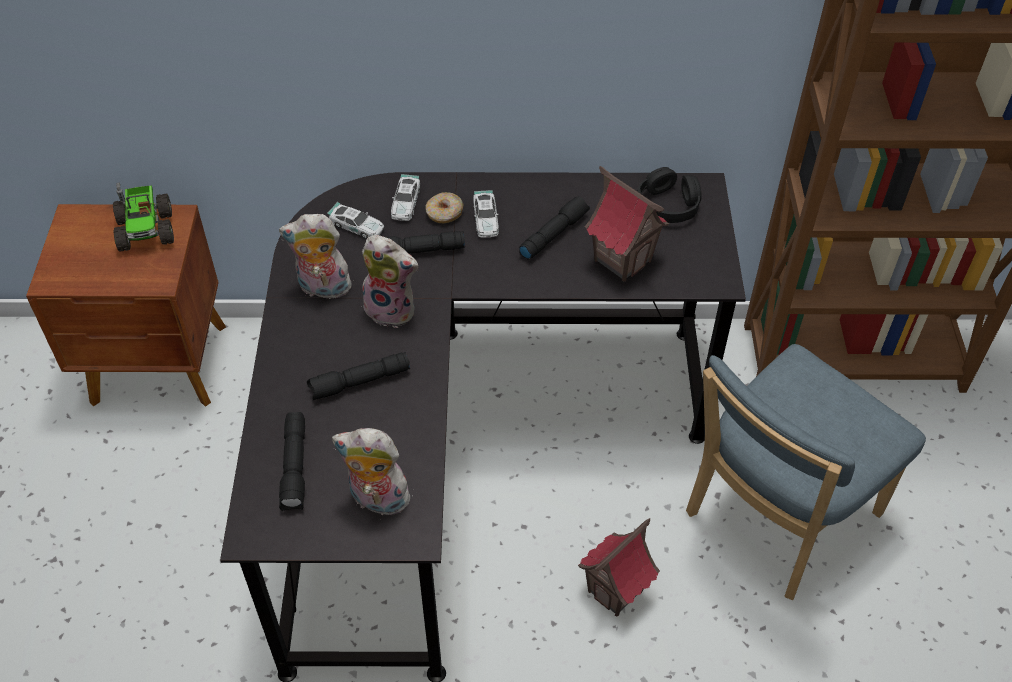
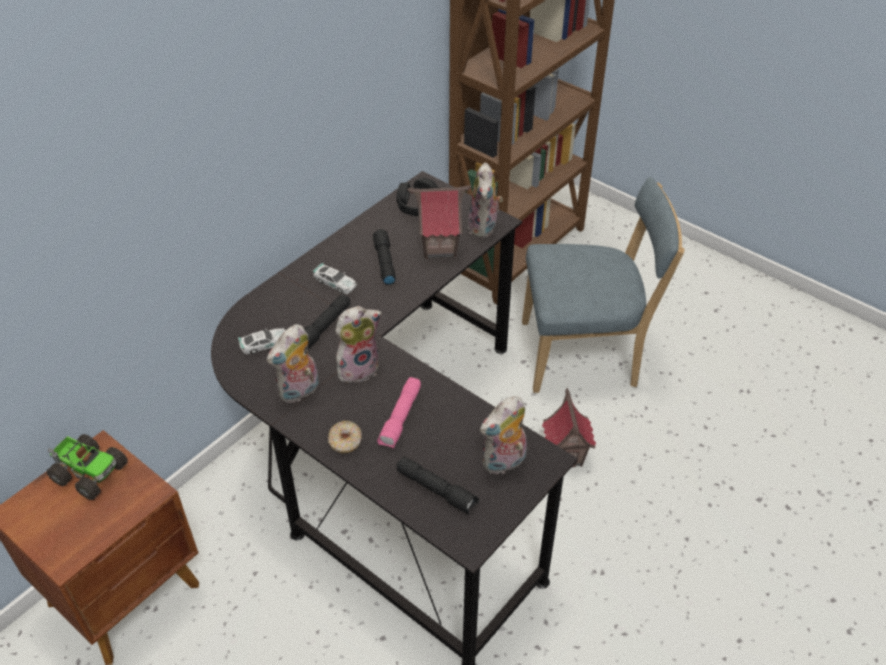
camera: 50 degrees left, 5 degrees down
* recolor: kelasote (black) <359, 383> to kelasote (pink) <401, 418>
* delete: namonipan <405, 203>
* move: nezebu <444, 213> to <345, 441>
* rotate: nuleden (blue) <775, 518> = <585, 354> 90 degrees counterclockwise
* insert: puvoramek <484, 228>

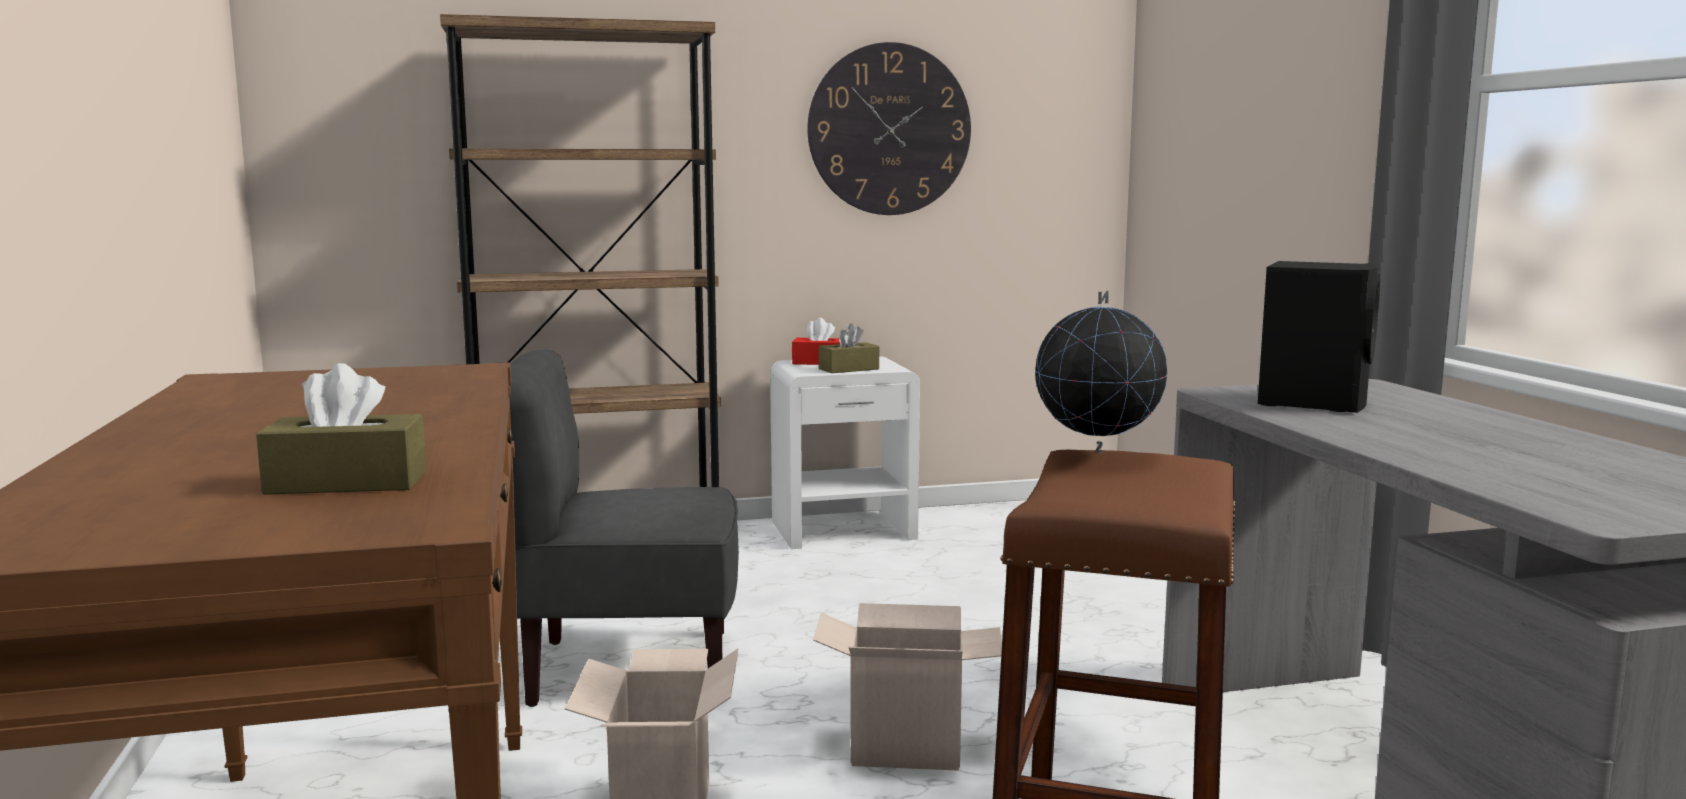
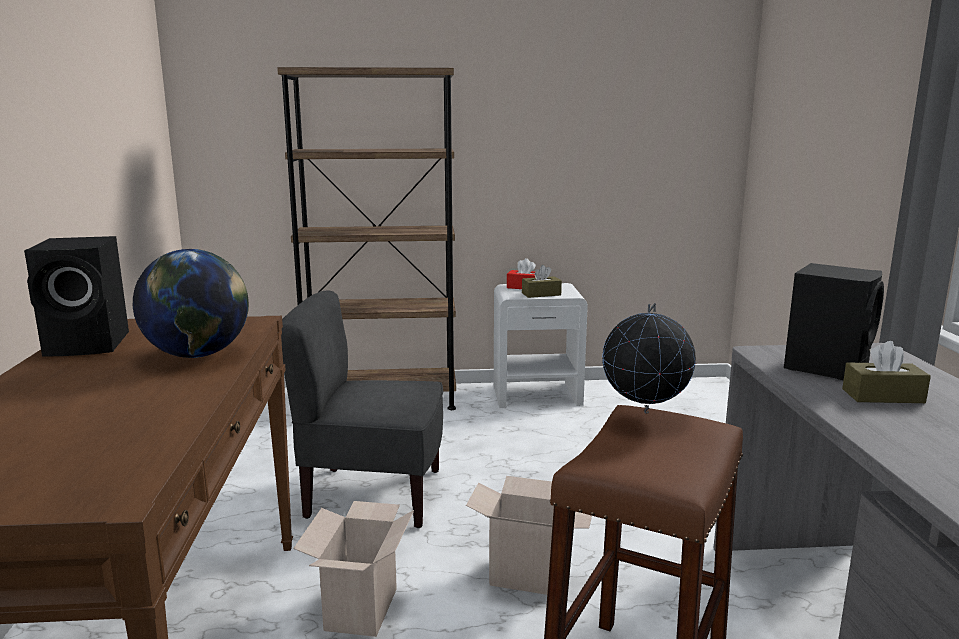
camera: 10 degrees right, 5 degrees up
* move: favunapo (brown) <346, 482> to <883, 396>
* delete: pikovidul <889, 129>
* insert: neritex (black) <91, 344>
* insert: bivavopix <198, 355>

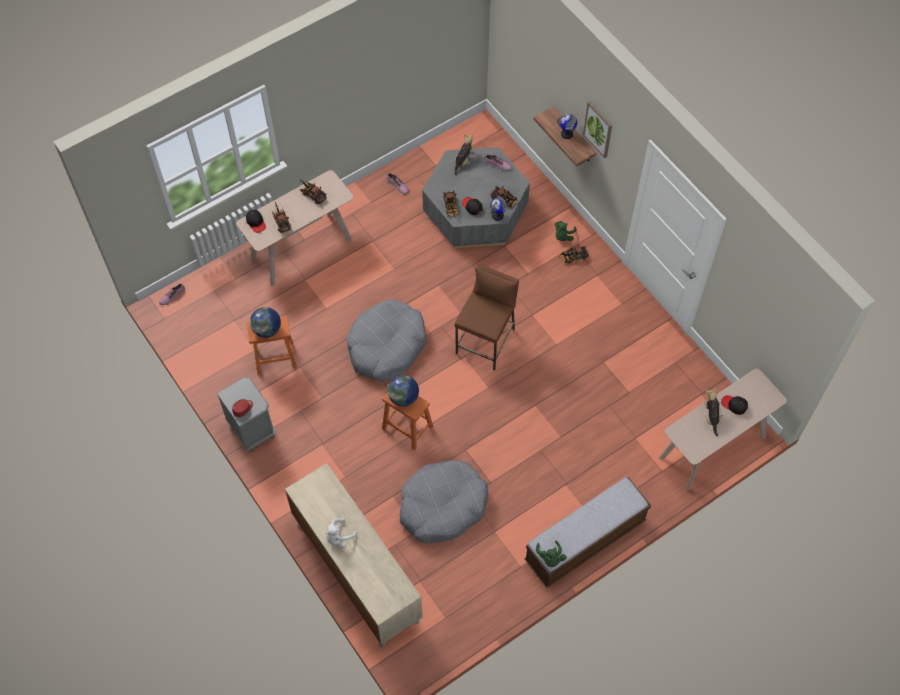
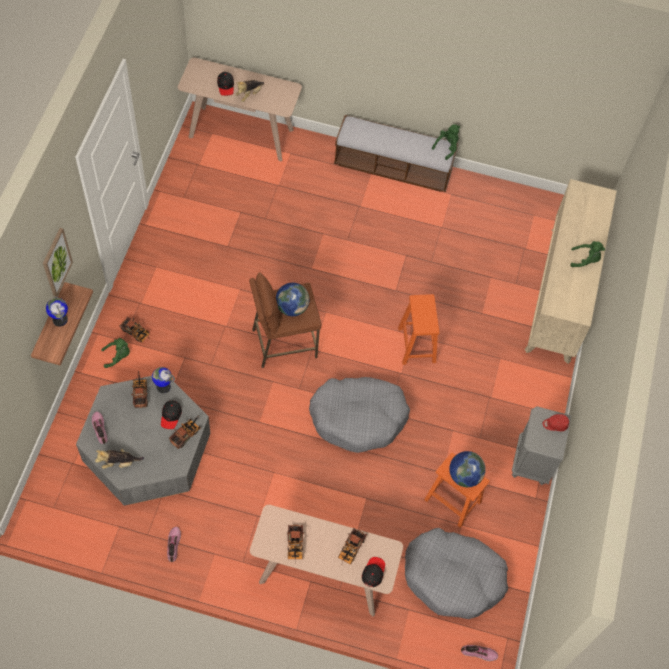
camera: 135 degrees left, 0 degrees up
* recolor: puvoramek (white) <339, 537> to puvoramek (green) <585, 260>
* move: bivavopix <403, 397> to <292, 307>
* move: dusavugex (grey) <442, 506> to <453, 577>

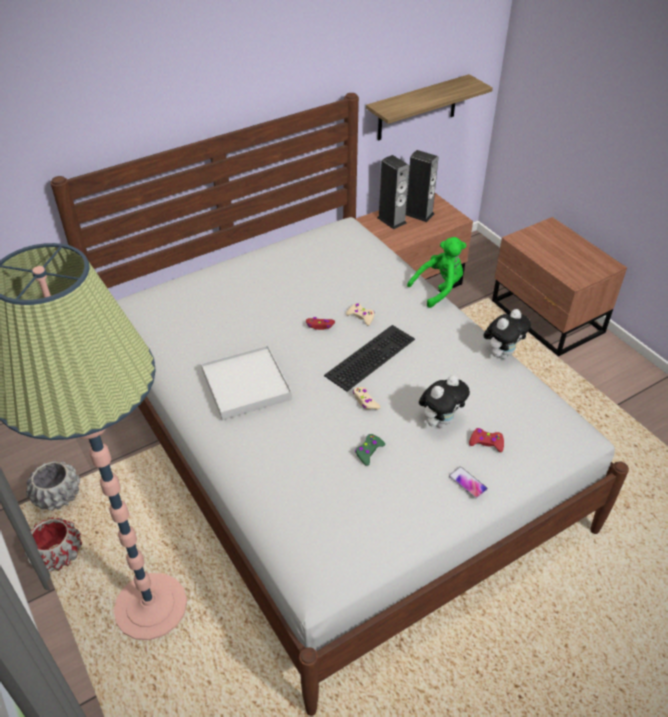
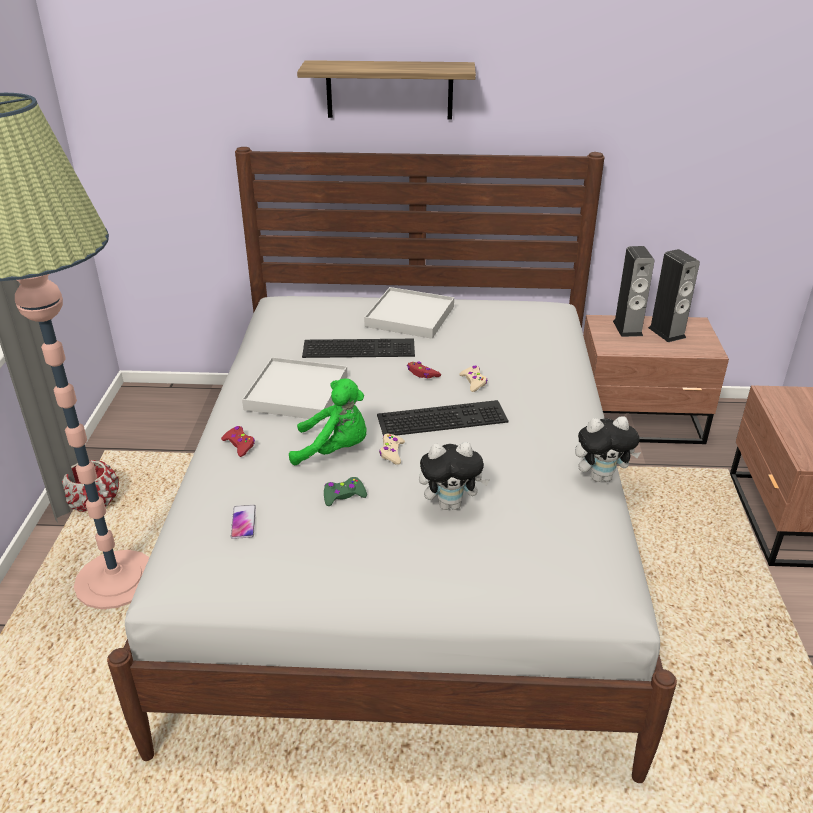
camera: 35 degrees right, 10 degrees down
* delete: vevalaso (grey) <57, 496>
* move: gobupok <417, 108> to <389, 90>
* move: puvoramek (green) <439, 289> to <334, 450>
* move: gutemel <468, 483> to <243, 522>
* move: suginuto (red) <486, 443> to <239, 445>
* insert: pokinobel <360, 347>
* insert: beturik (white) <410, 316>

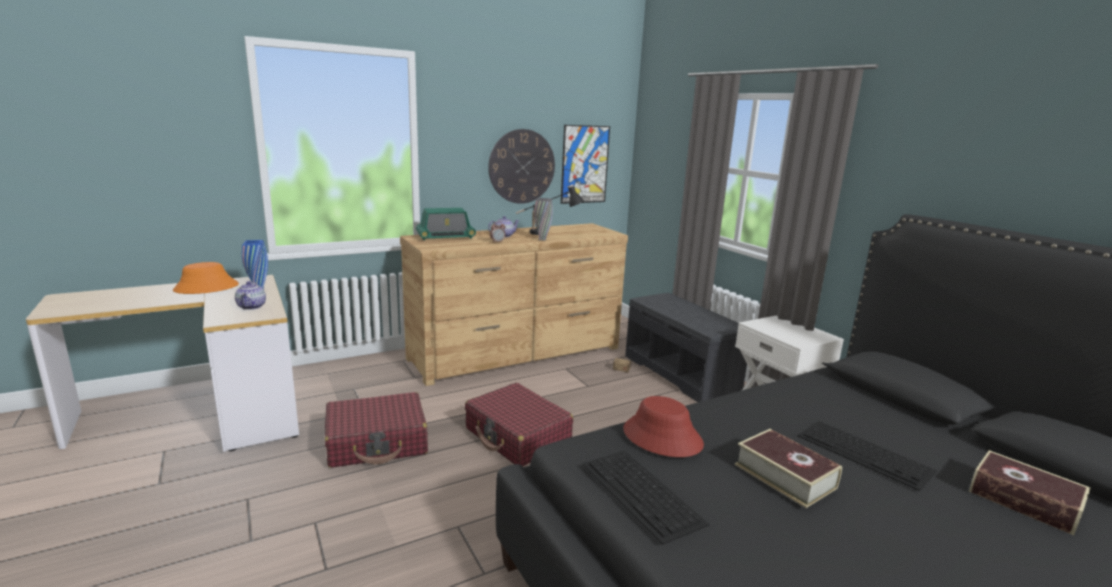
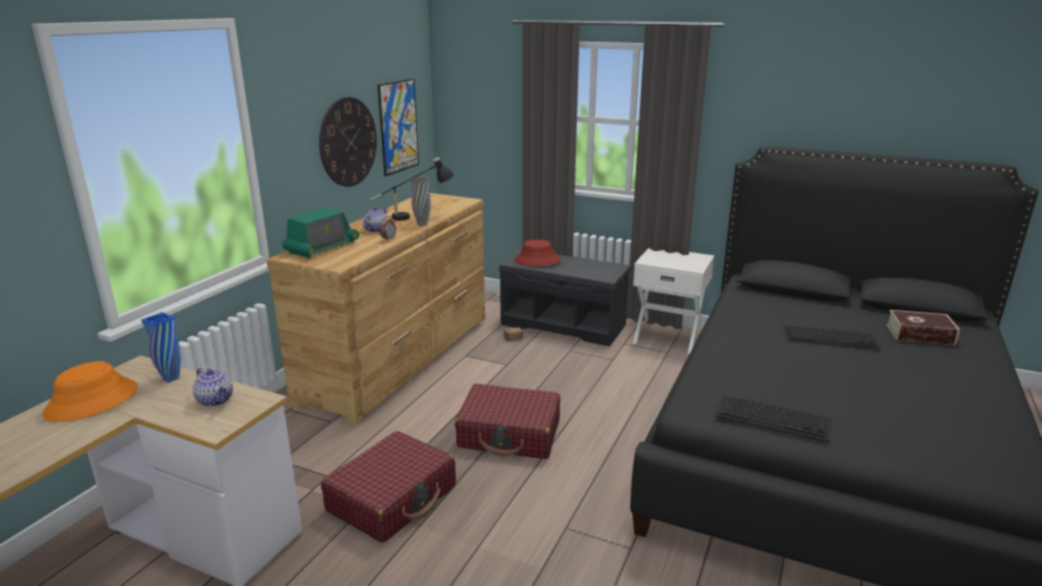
camera: 35 degrees left, 5 degrees up
* move: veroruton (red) <661, 437> to <537, 261>
* delete: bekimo <784, 476>

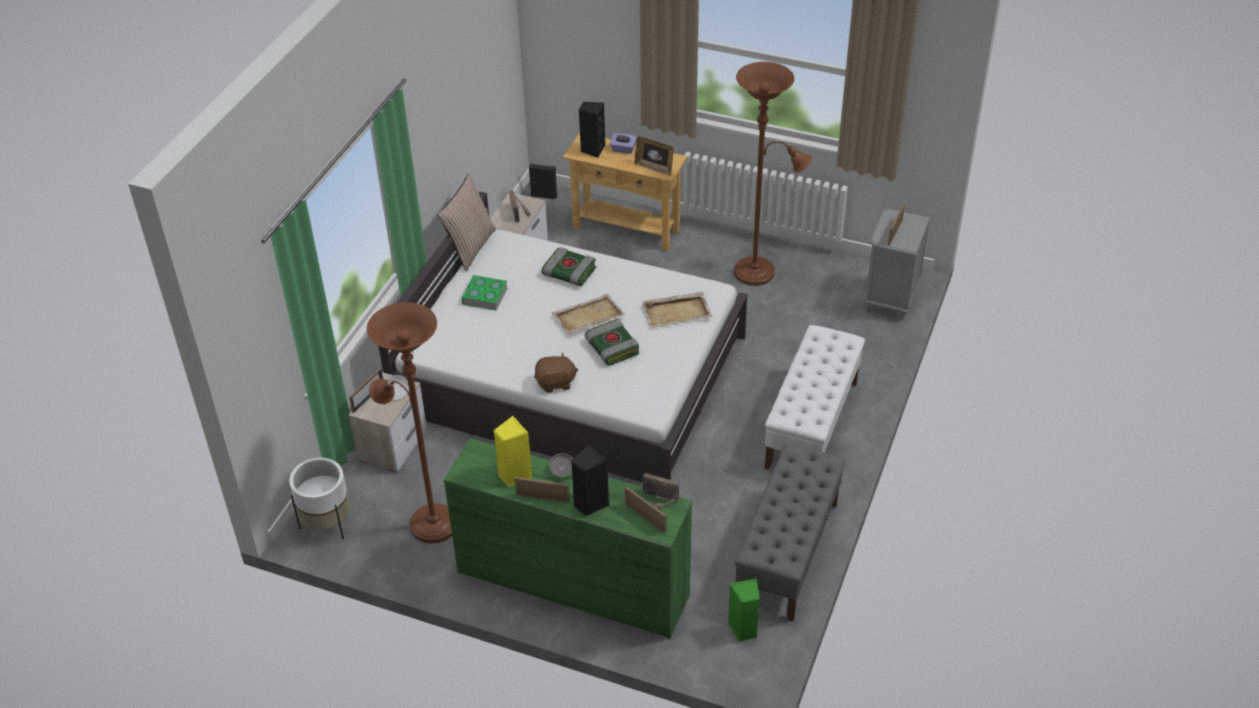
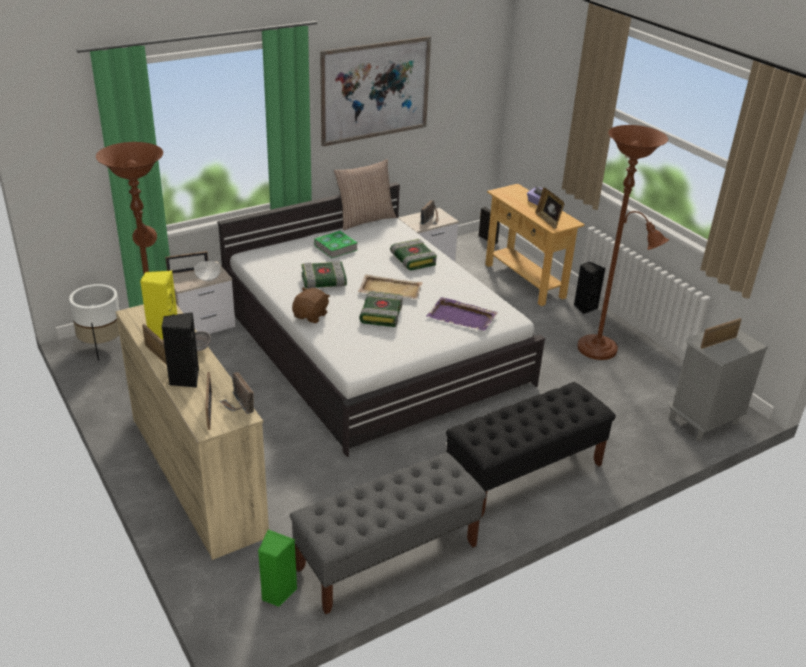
camera: 35 degrees right, 10 degrees down
* recolor: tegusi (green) <572, 583> to tegusi (beige) <197, 474>
* rotate: puvoramek (brown) <555, 383> = <311, 316> 90 degrees counterclockwise
* move: neritex (black) <592, 150> to <584, 307>
* recolor: beturik (beige) <677, 312> to beturik (purple) <462, 317>
* recolor: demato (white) <812, 425> to demato (black) <524, 474>
* insert: bekimo <323, 281>
* insert: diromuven <375, 90>

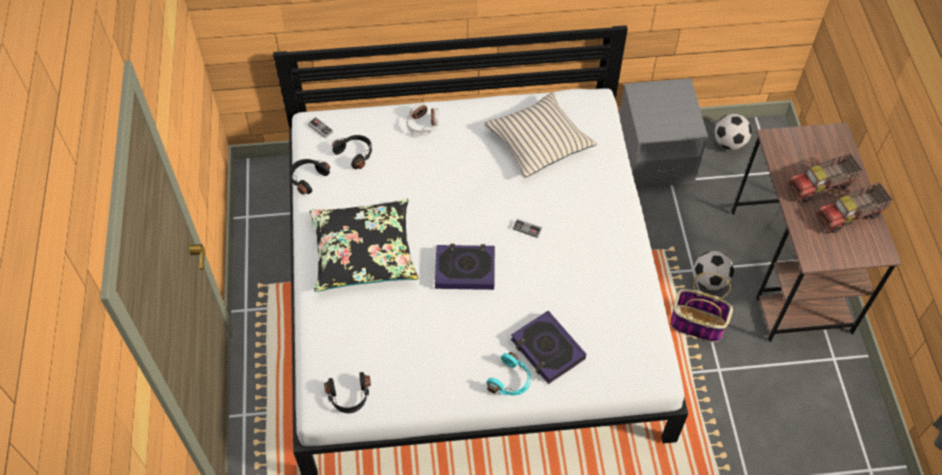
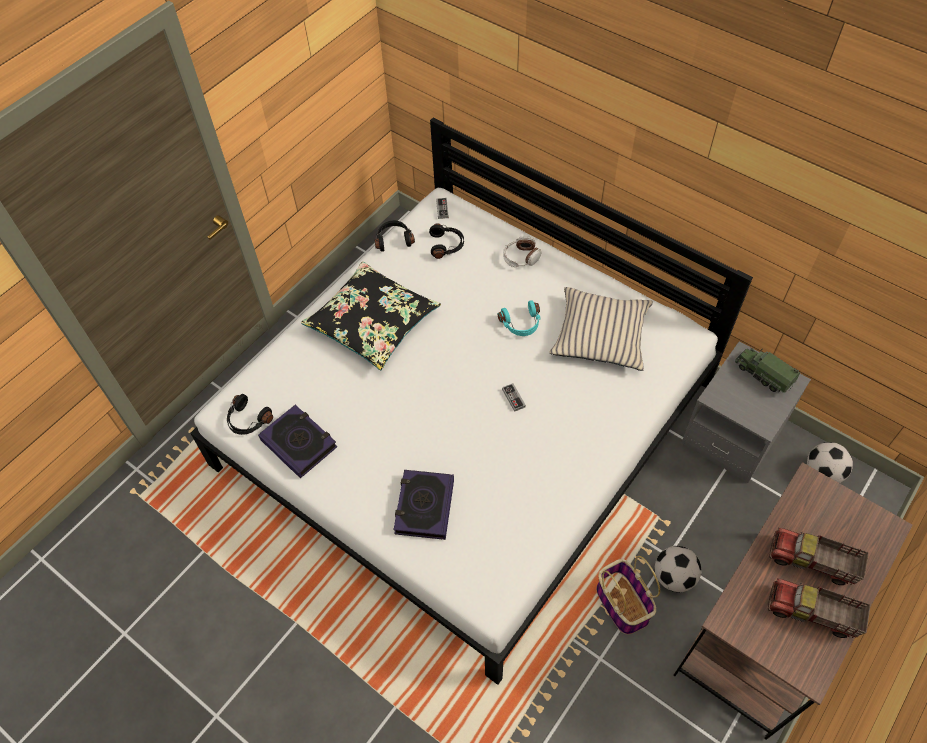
camera: 45 degrees right, 0 degrees up
* move: bekimo <465, 269> to <299, 443>
* move: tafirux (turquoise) <511, 381> to <521, 324>
* insert: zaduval <763, 374>

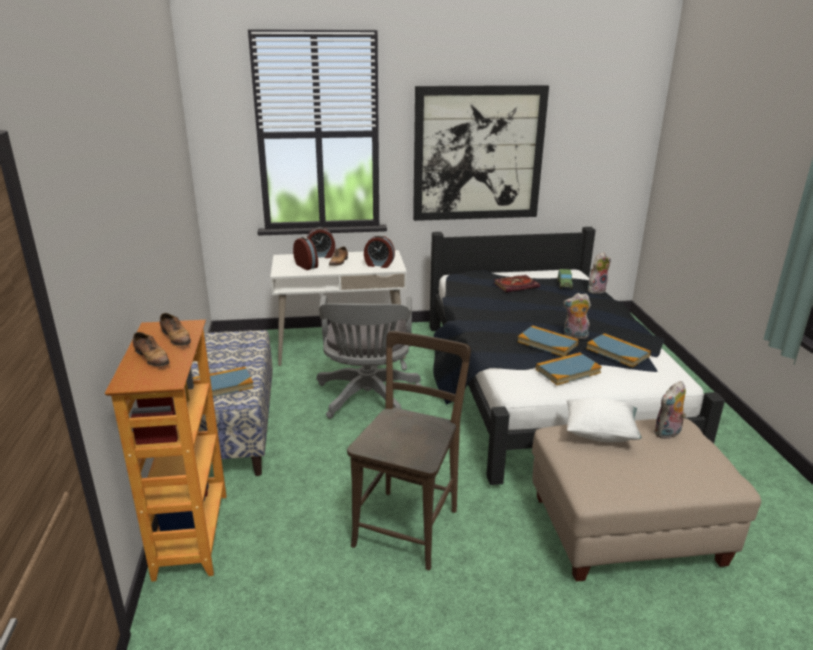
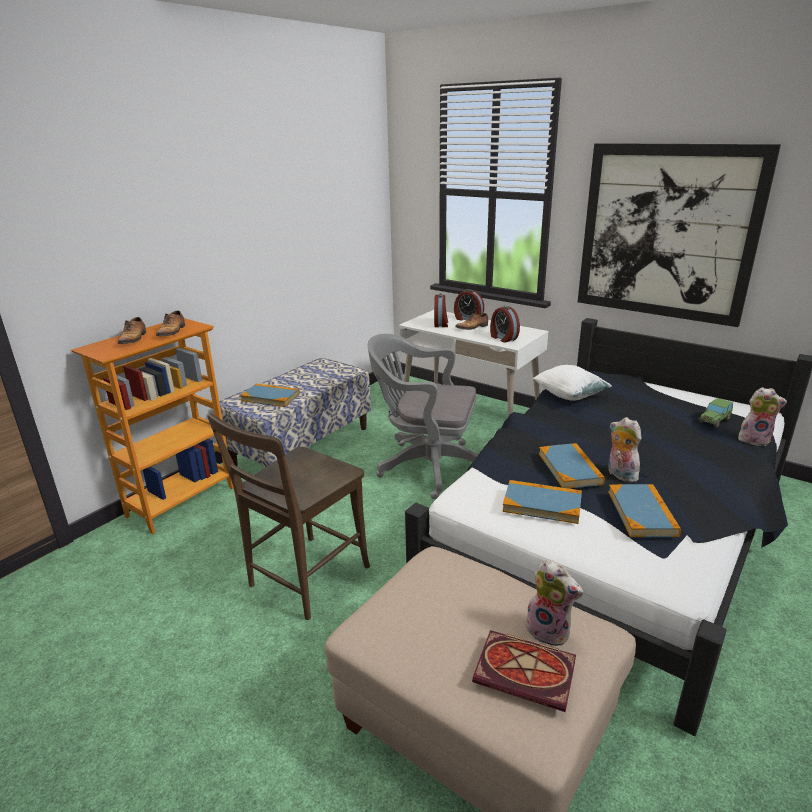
camera: 45 degrees right, 0 degrees up
* rotate: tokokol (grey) <367, 399> = <426, 466> 60 degrees clockwise
* rotate: nuleden (brown) <409, 523> = <304, 579> 150 degrees clockwise
* move: bekimo <516, 285> to <527, 672>
* move: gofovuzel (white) <600, 433> to <569, 395>
* rotate: puvoramek <668, 434> = <550, 630> 150 degrees counterclockwise

